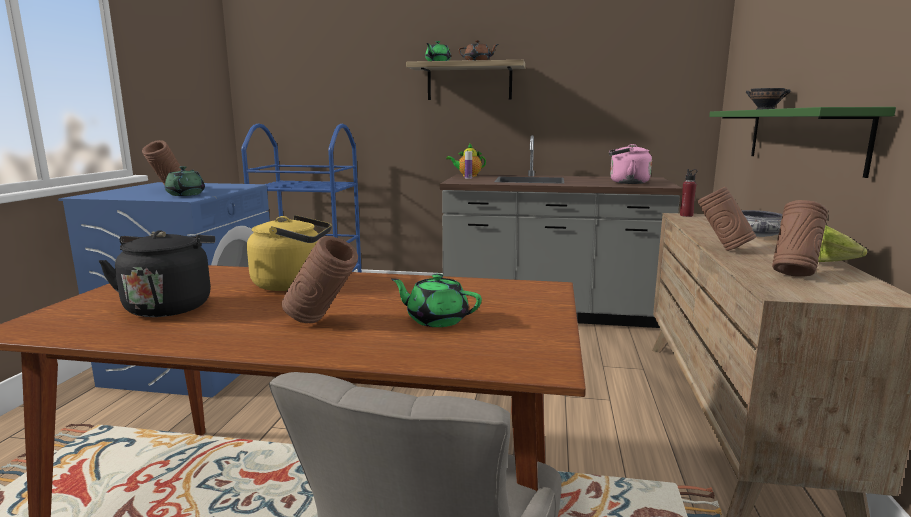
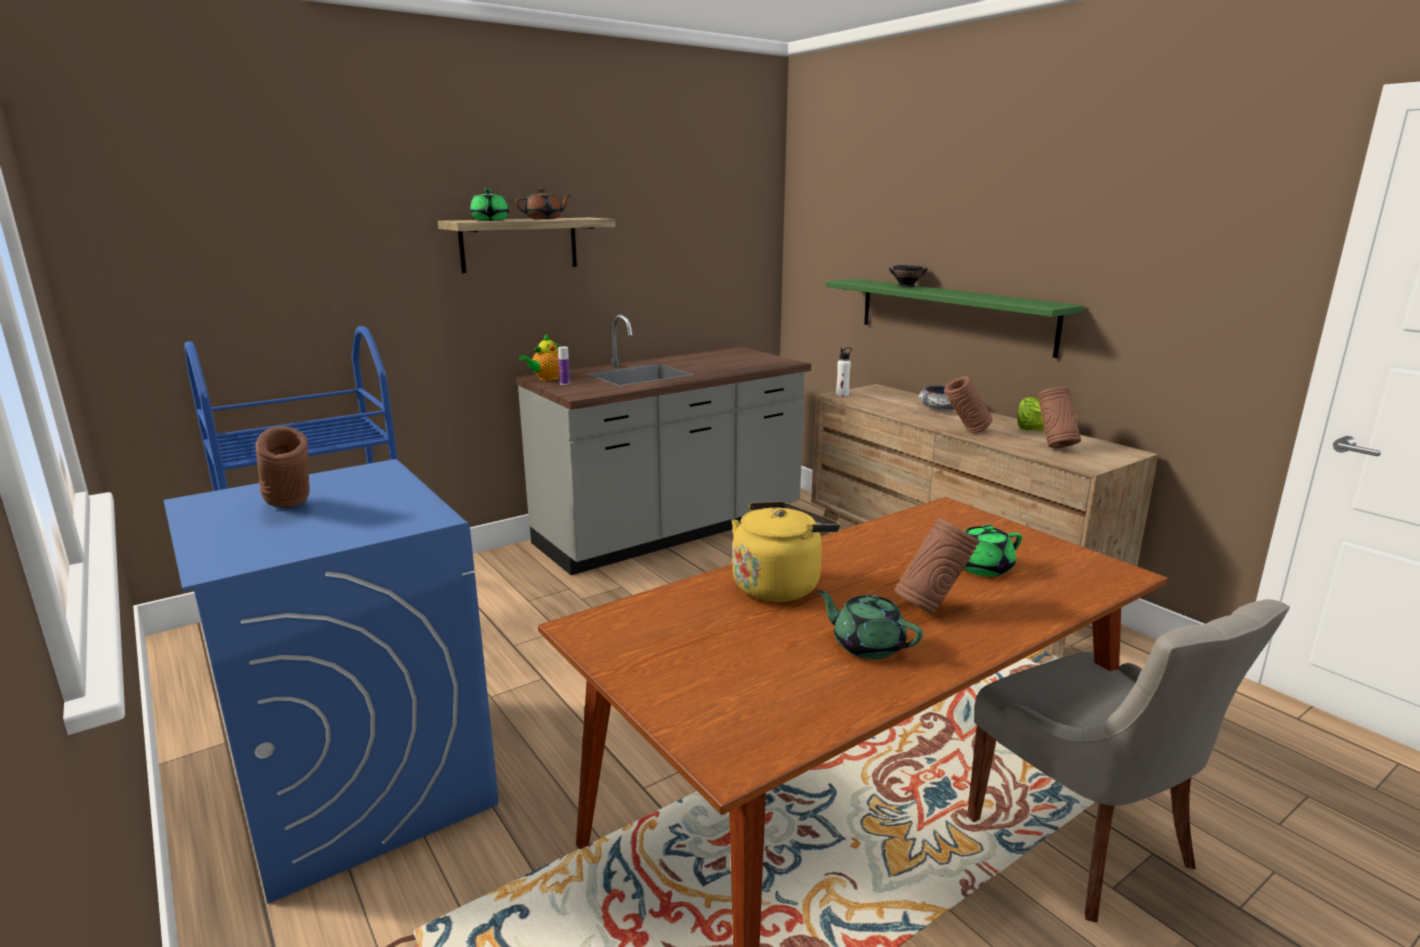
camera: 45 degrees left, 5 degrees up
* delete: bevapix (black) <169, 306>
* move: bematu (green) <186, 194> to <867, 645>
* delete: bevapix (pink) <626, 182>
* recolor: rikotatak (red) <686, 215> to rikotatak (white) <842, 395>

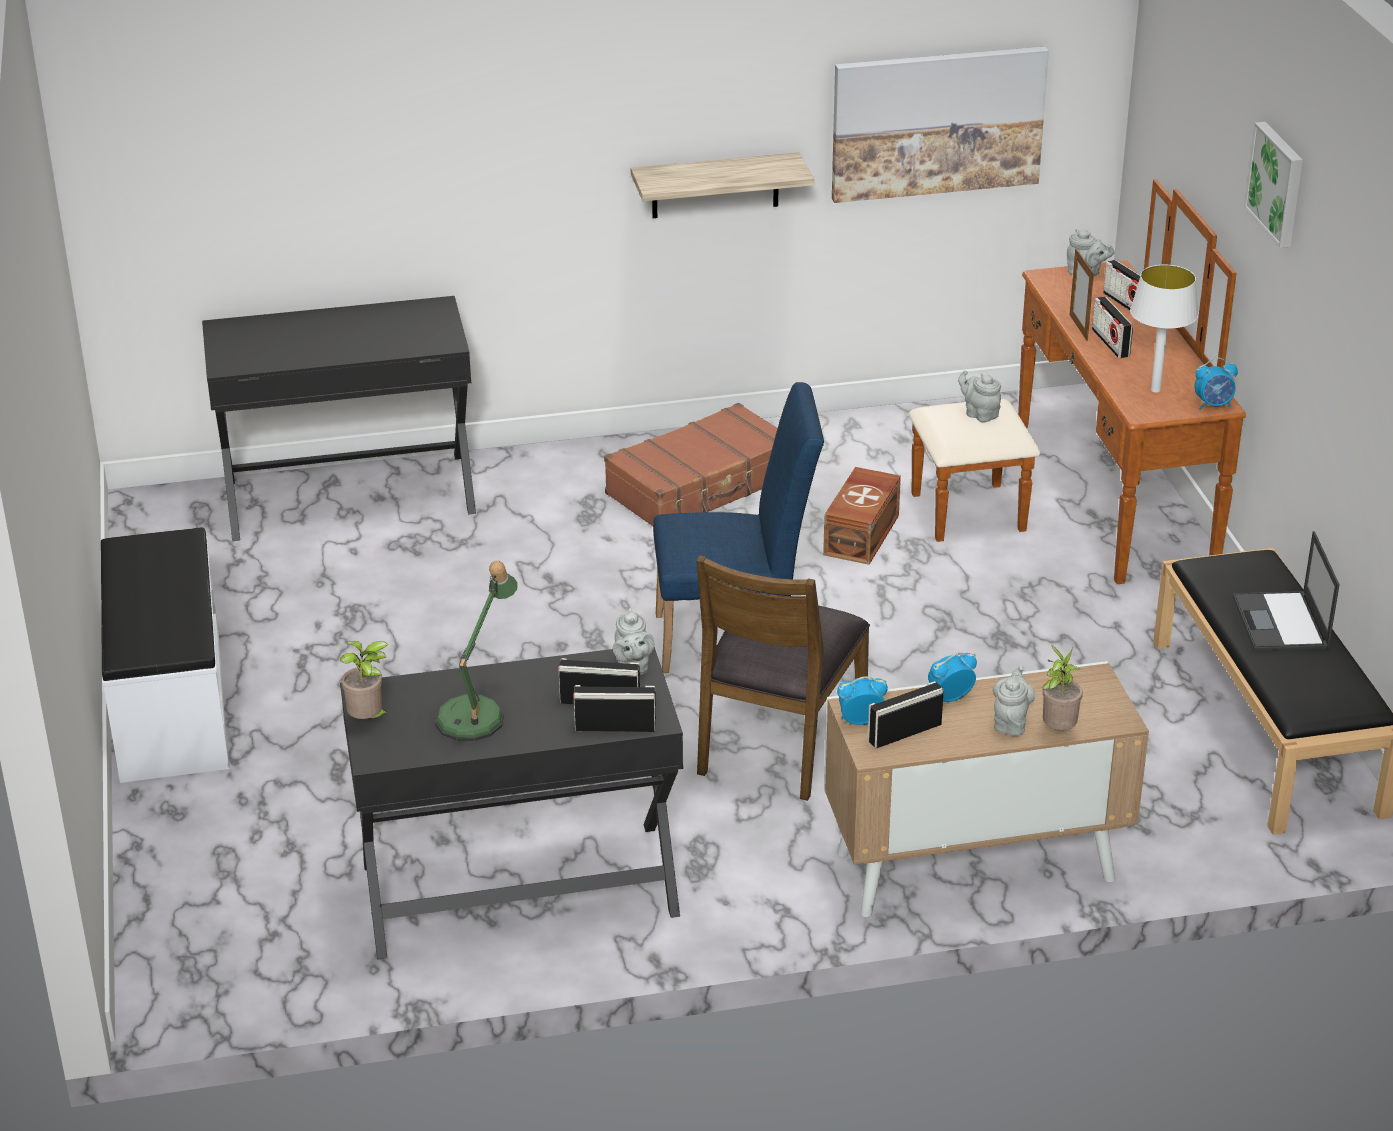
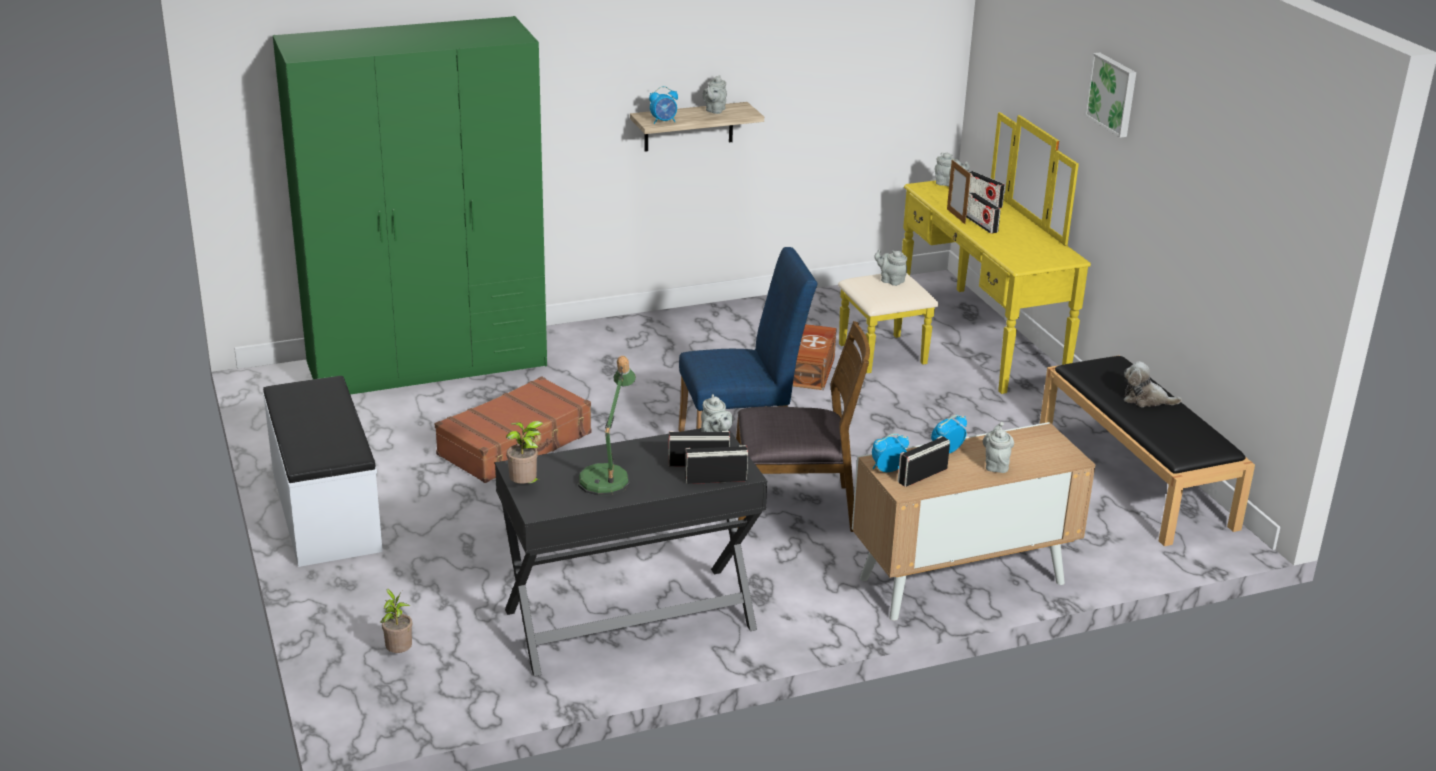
camera: 10 degrees left, 5 degrees down
* replace: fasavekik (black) <350, 495> to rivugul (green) <428, 363>
* move: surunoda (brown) <702, 486> to <516, 444>
* rotate: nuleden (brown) <779, 741> = <794, 508> 105 degrees counterclockwise
* delete: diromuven <937, 123>
* recolor: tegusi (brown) <1080, 499> to tegusi (yellow) <958, 342>
* move: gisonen <1057, 730> to <399, 653>
* delete: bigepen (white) <1156, 390>
* move: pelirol <1213, 405> to <664, 121>
* replace: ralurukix <1281, 623> to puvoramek <1146, 400>
* insert: bematu (grey) <714, 110>

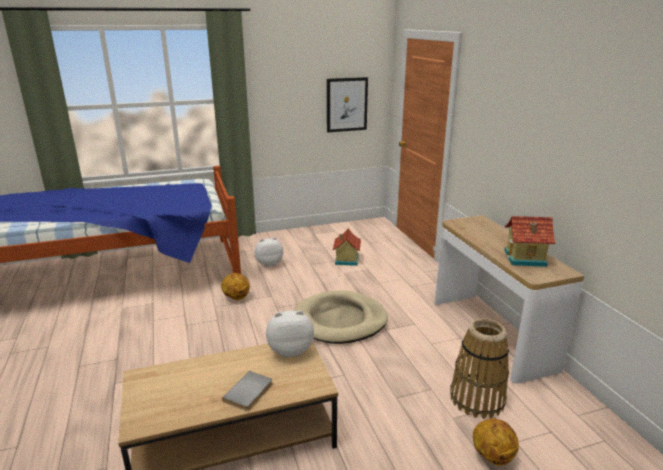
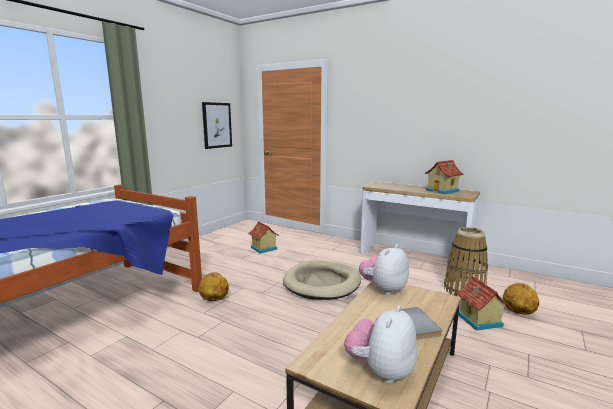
camera: 40 degrees left, 10 degrees down
* move: puvoramek <268, 264> to <381, 371>
* insert: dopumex <478, 320>

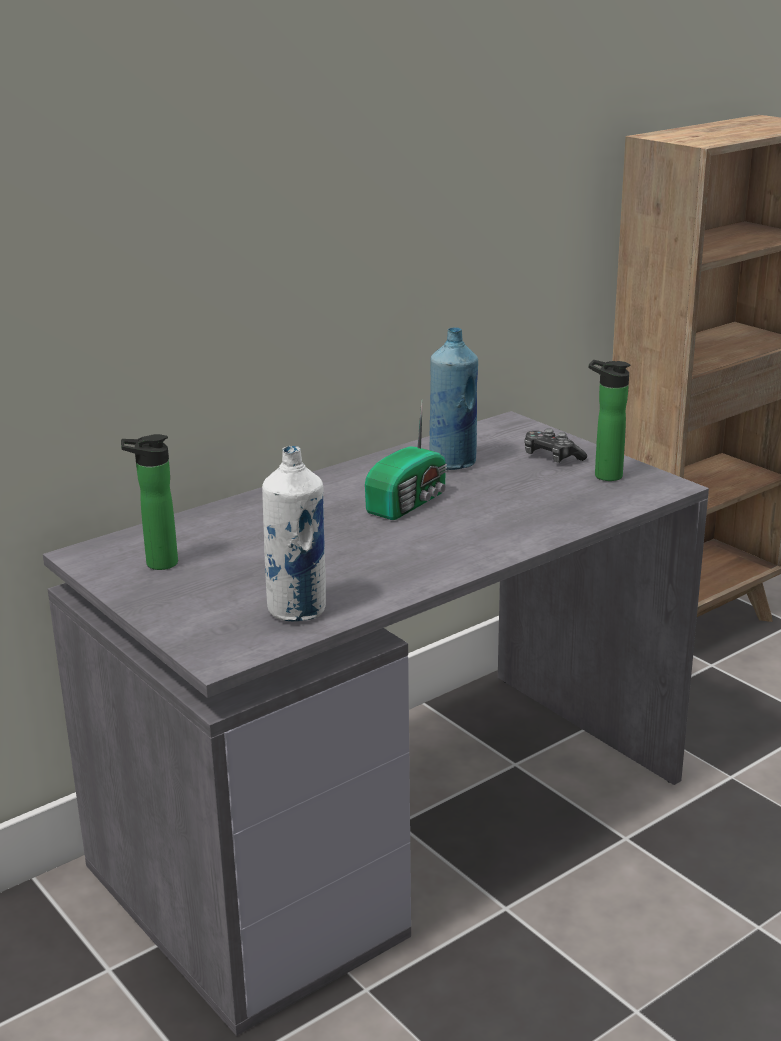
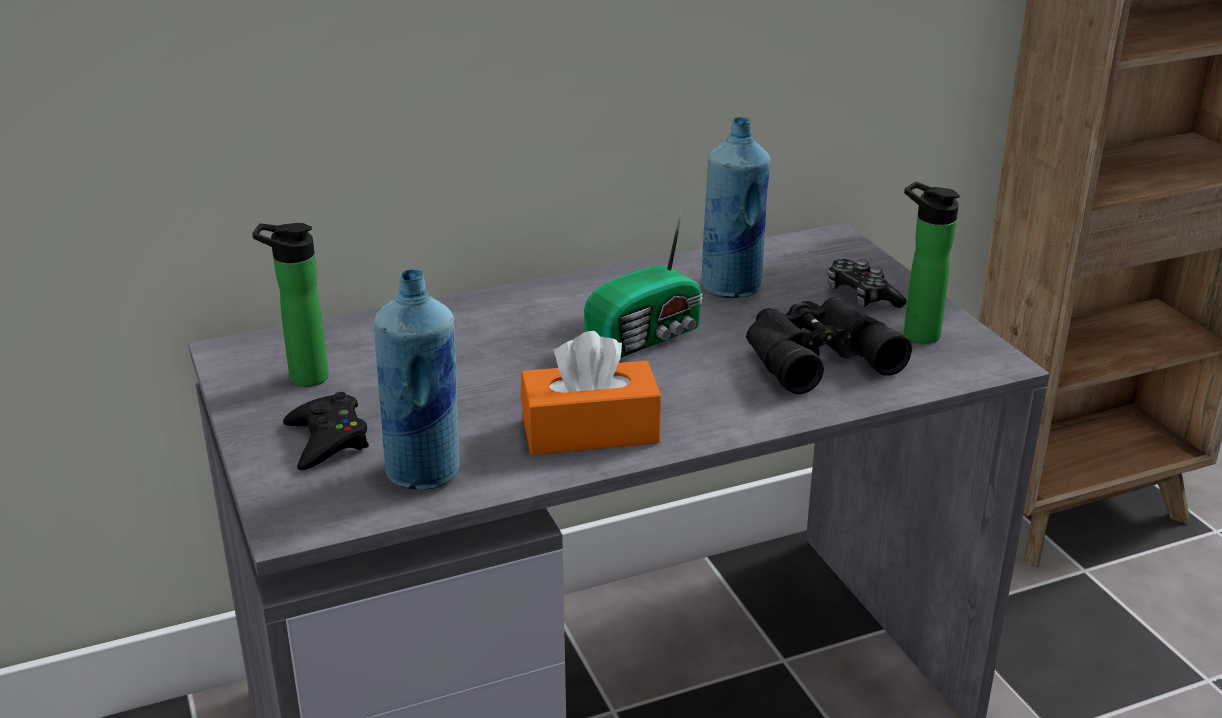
camera: 15 degrees right, 5 degrees up
* recolor: rikotatak (white) <298, 610> to rikotatak (blue) <424, 473>
* insert: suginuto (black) <327, 440>
* insert: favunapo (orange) <590, 431>
* insert: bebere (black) <813, 354>

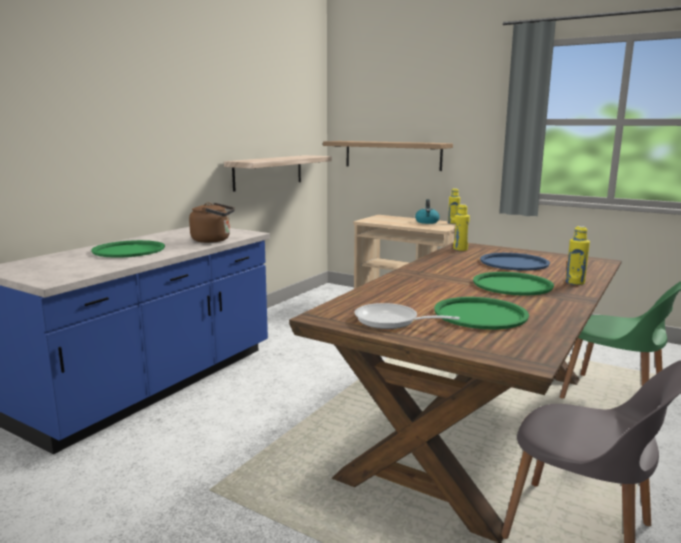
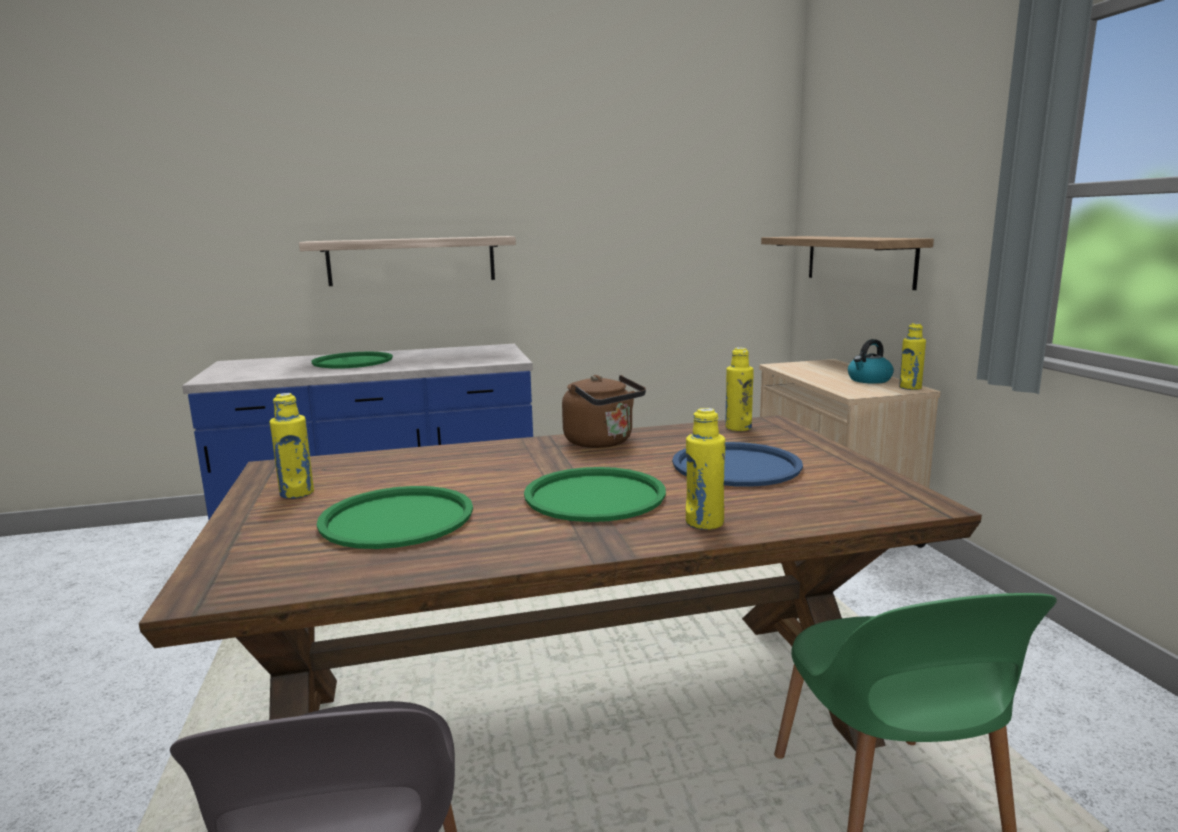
camera: 45 degrees right, 0 degrees up
* move: bevapix (brown) <213, 240> to <602, 442>
* move: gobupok <268, 172> to <412, 260>
* replace: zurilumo <391, 321> to rikotatak (yellow) <297, 493>

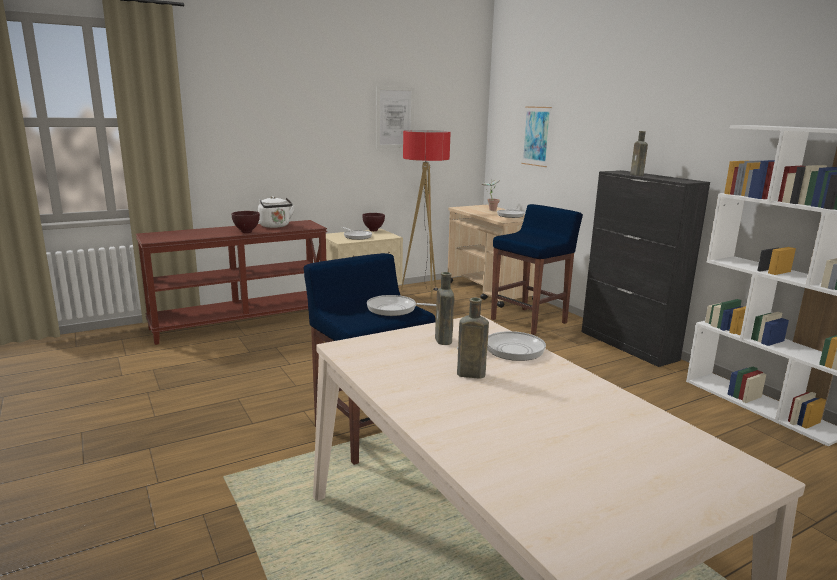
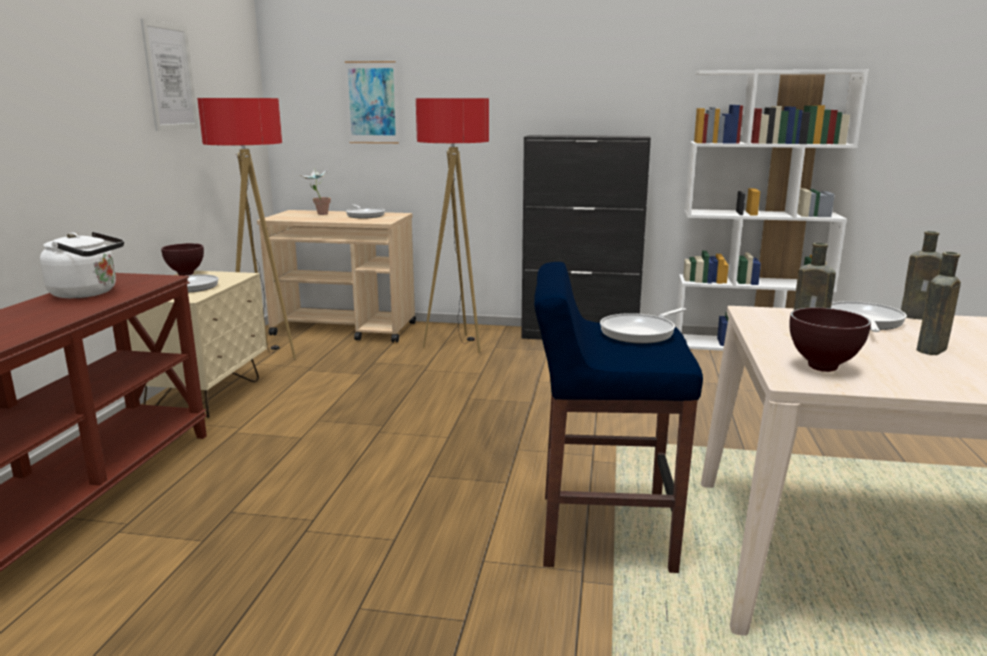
camera: 50 degrees left, 0 degrees up
* move: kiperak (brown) <247, 232> to <823, 367>
* replace: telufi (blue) <530, 321> to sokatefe <456, 345>
* move: rikotatak (brown) <637, 174> to <919, 317>

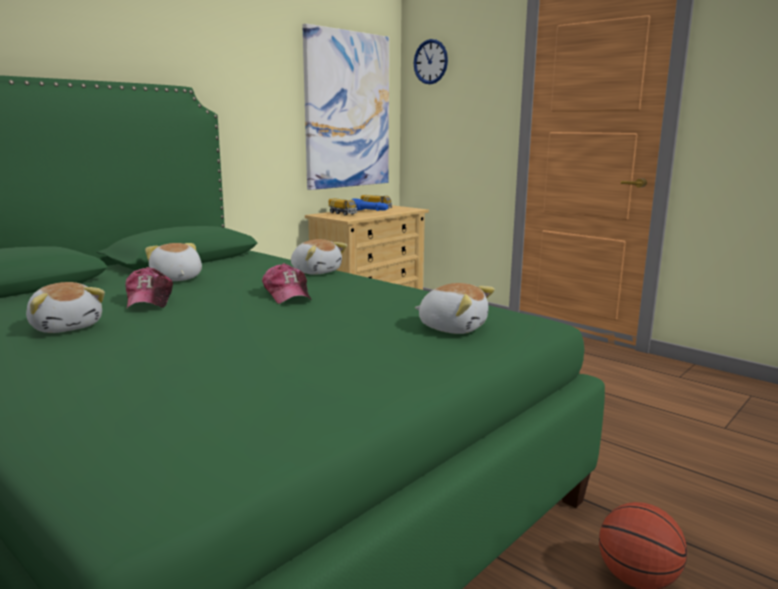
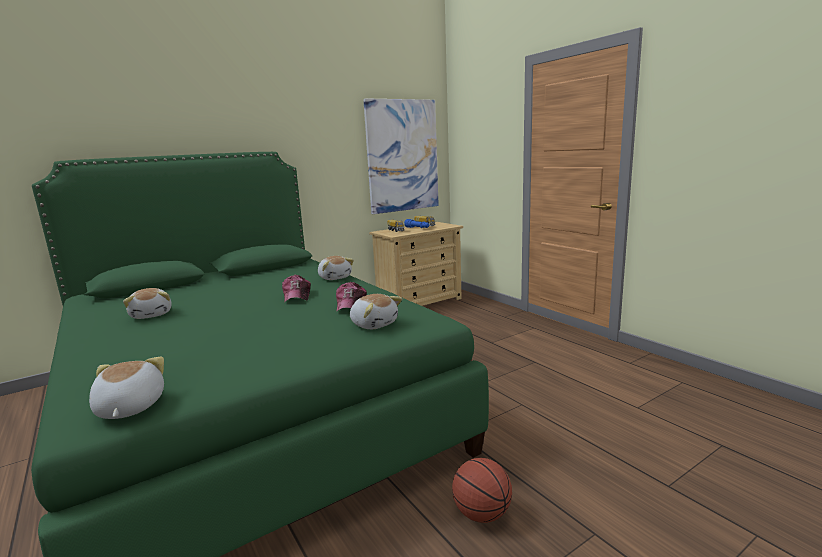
camera: 15 degrees right, 0 degrees up
* move: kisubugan <149, 300> to <351, 305>
* move: puvoramek <176, 278> to <129, 408>
* delete: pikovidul <430, 62>

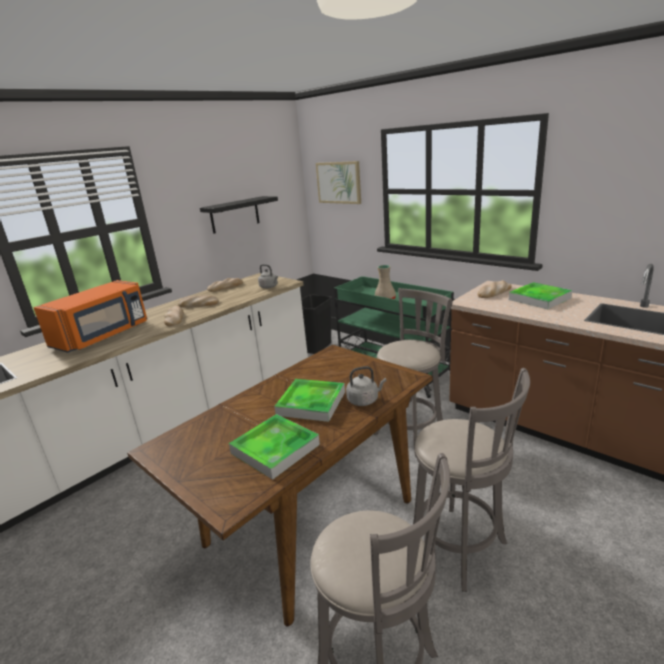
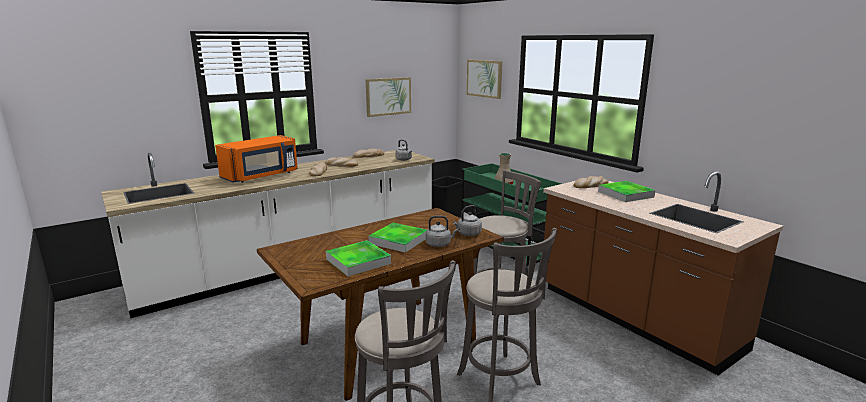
camera: 10 degrees right, 5 degrees down
* replace: gobupok (black) <235, 215> to diromuven <388, 96>
* insert: bevapix (grey) <468, 234>

